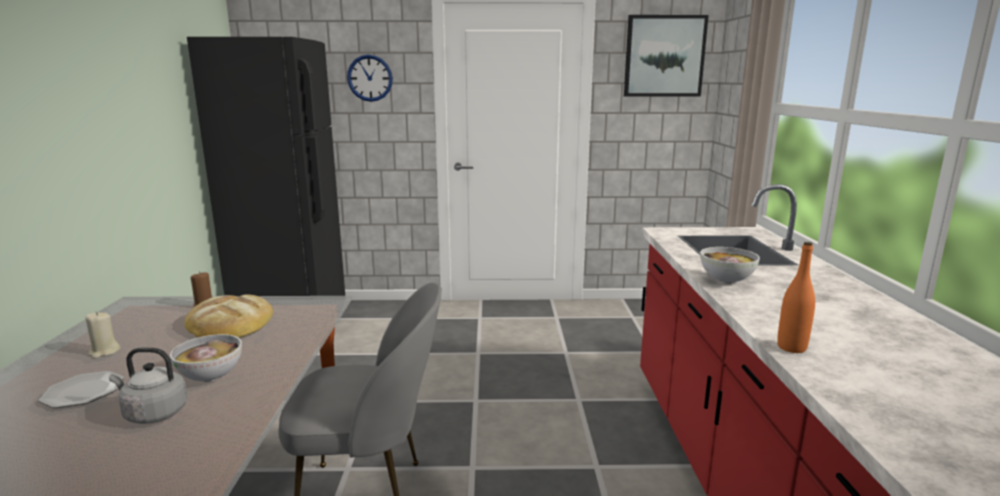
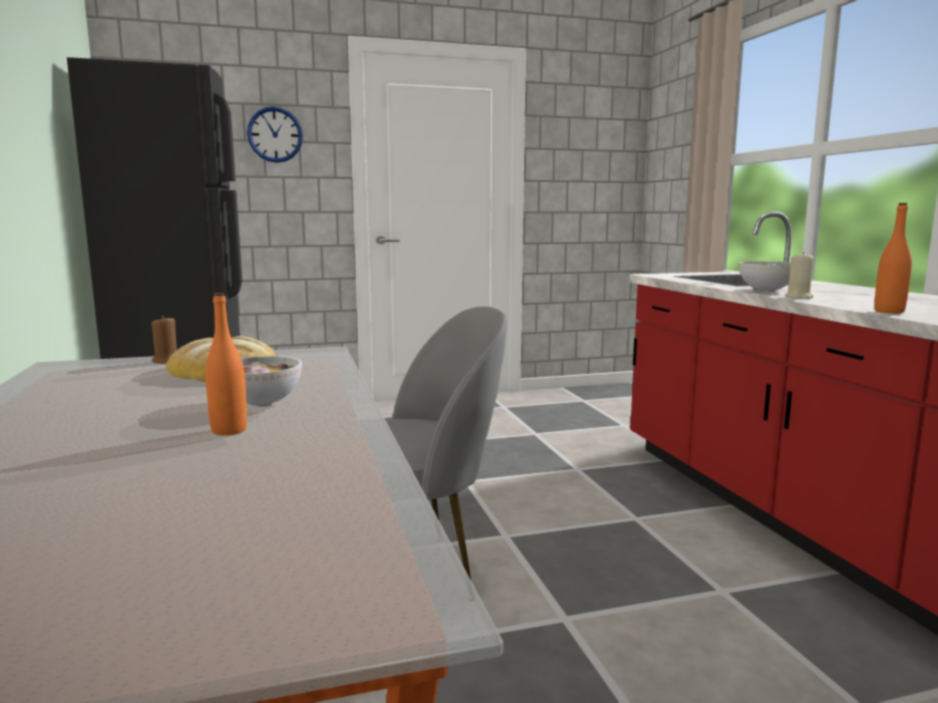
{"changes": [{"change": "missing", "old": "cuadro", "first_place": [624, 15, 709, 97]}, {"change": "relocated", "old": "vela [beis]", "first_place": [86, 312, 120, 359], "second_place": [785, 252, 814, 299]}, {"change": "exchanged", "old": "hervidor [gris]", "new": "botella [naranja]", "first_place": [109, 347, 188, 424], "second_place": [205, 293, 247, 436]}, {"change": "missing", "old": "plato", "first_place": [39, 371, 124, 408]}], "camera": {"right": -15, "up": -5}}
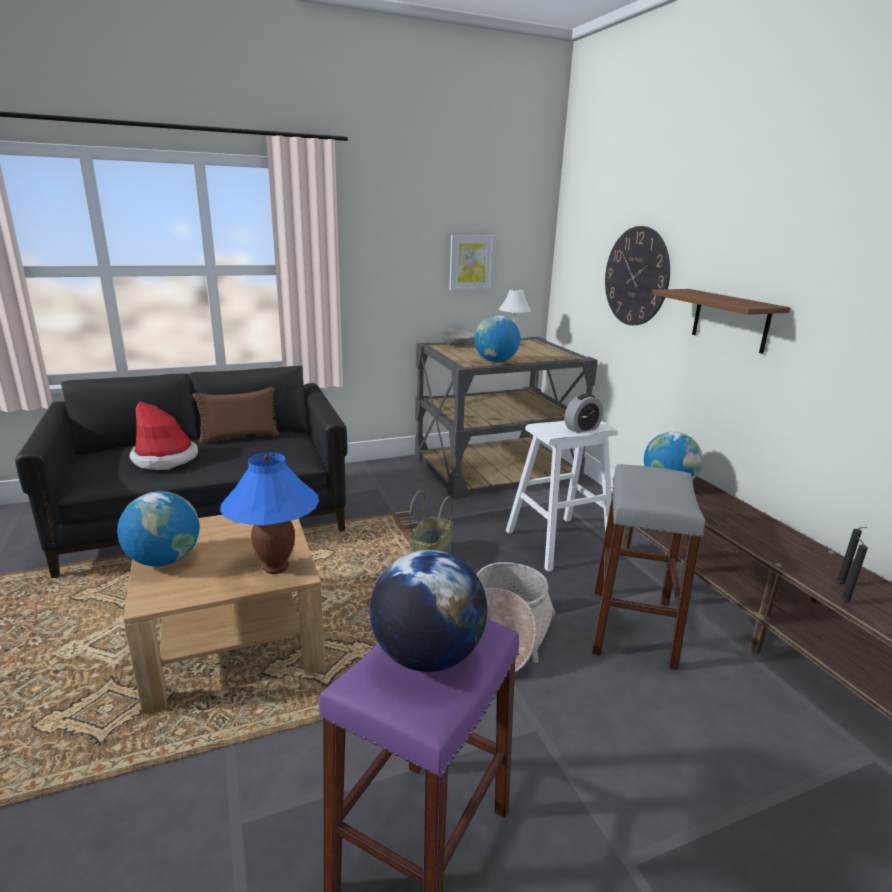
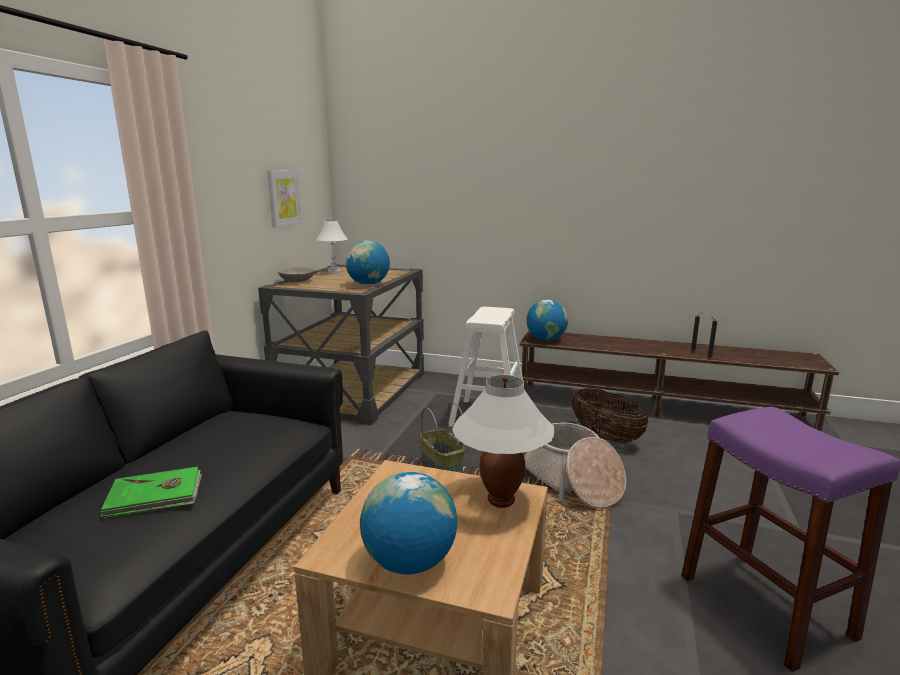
{"changes": [{"change": "missing", "old": "reloj de pared", "first_place": [605, 226, 670, 325]}, {"change": "missing", "old": "estante [marrón]", "first_place": [651, 289, 790, 354]}, {"change": "missing", "old": "cojín [marrón]", "first_place": [192, 387, 279, 445]}, {"change": "missing", "old": "despertador", "first_place": [565, 393, 603, 433]}, {"change": "exchanged", "old": "sombrero", "new": "libro [verde]", "first_place": [130, 401, 198, 470], "second_place": [100, 467, 202, 519]}, {"change": "colour", "old": "lámpara de mesa [azul]", "new": "lámpara de mesa [blanco]", "first_place": [220, 453, 319, 574], "second_place": [452, 375, 554, 508]}, {"change": "exchanged", "old": "taburete [gris]", "new": "cesta", "first_place": [592, 464, 705, 670], "second_place": [571, 388, 648, 443]}, {"change": "missing", "old": "globo terráqueo", "first_place": [370, 550, 487, 672]}], "camera": {"right": -50, "up": -5}}
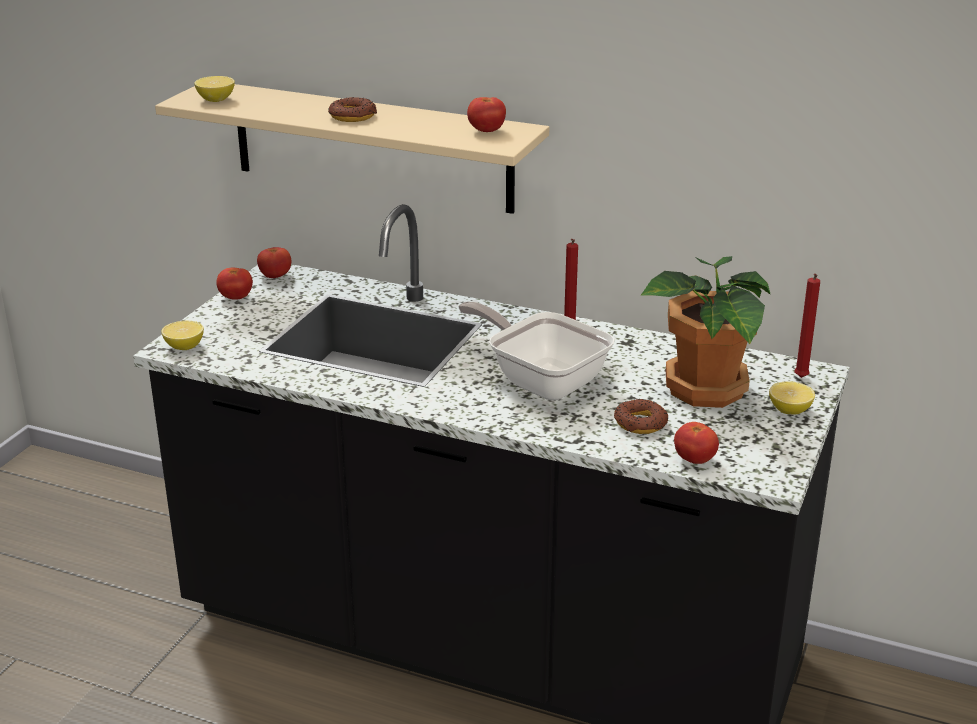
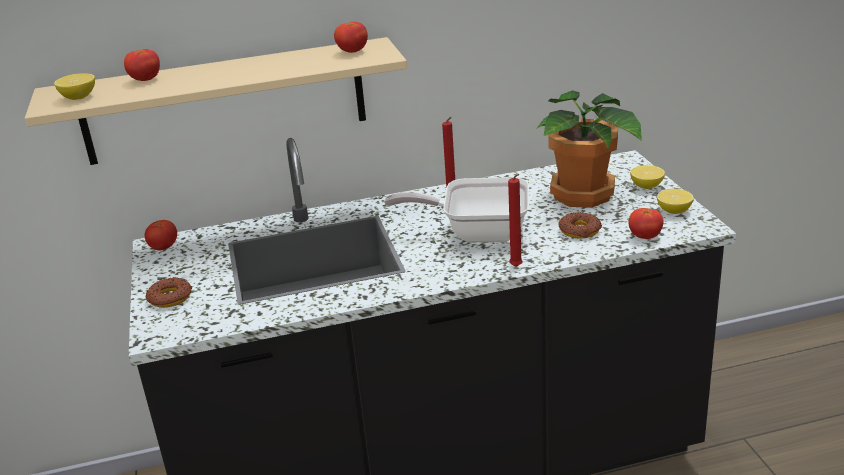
{"changes": [{"change": "relocated", "old": "rosquilla", "first_place": [328, 97, 377, 122], "second_place": [146, 277, 192, 308]}, {"change": "relocated", "old": "tomate", "first_place": [216, 268, 253, 300], "second_place": [124, 49, 160, 81]}, {"change": "relocated", "old": "vela [rojo]", "first_place": [794, 274, 820, 378], "second_place": [508, 174, 523, 267]}, {"change": "relocated", "old": "limón", "first_place": [162, 321, 204, 350], "second_place": [657, 189, 694, 214]}], "camera": {"right": -35, "up": 0}}
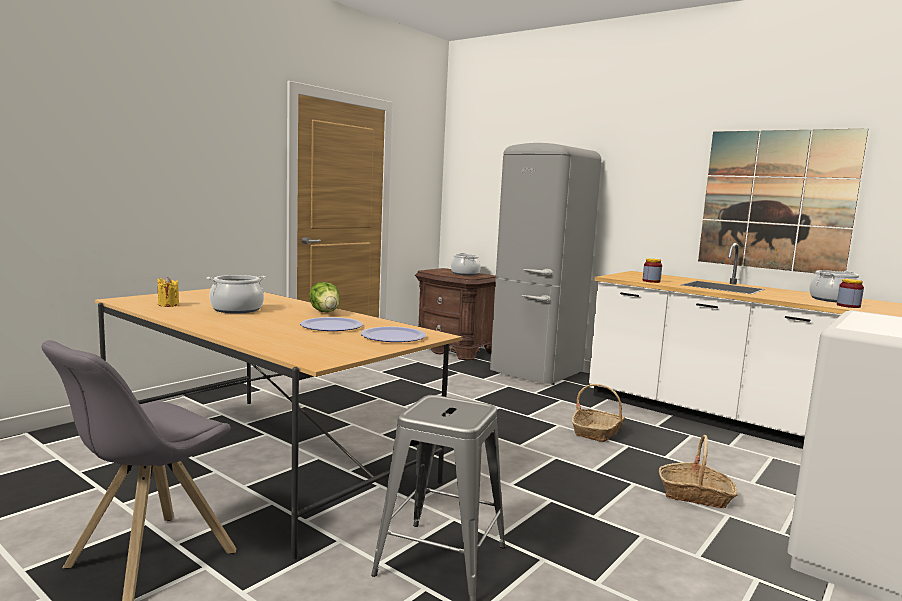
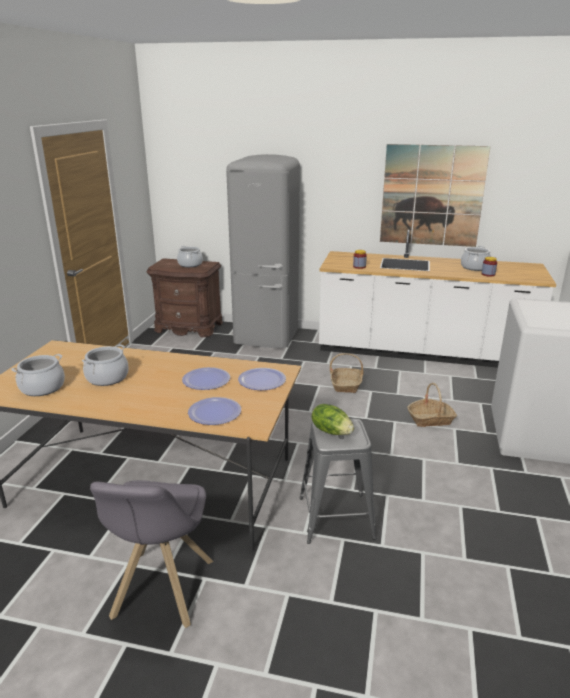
{"changes": [{"change": "exchanged", "old": "vela [amarillo]", "new": "olla", "first_place": [157, 277, 179, 307], "second_place": [11, 354, 65, 396]}, {"change": "relocated", "old": "lechuga", "first_place": [309, 282, 340, 312], "second_place": [312, 404, 354, 435]}, {"change": "appeared", "new": "plato", "second_place": [188, 397, 241, 425]}], "camera": {"right": -25, "up": 15}}
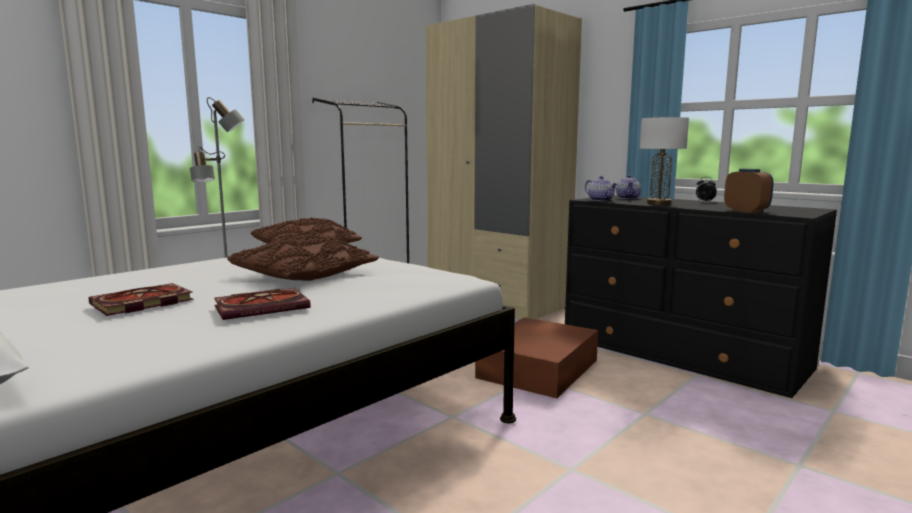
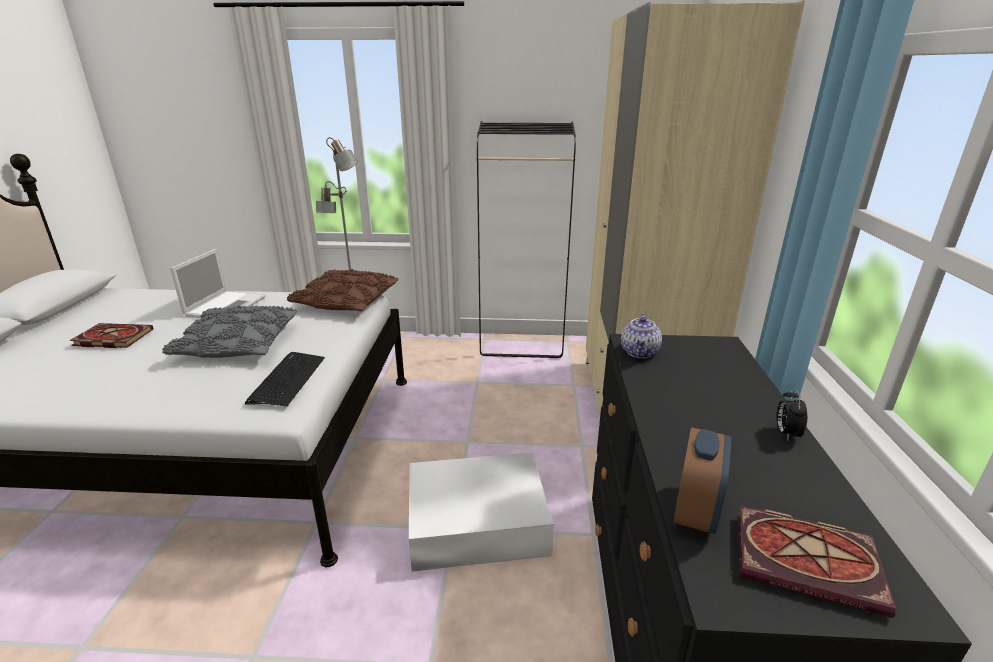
{"changes": [{"change": "missing", "old": "lámpara de mesa", "first_place": [640, 117, 689, 205]}, {"change": "missing", "old": "tetera", "first_place": [616, 175, 641, 199]}, {"change": "colour", "old": "cojín [marrón]", "new": "cojín [gris]", "first_place": [227, 235, 379, 281], "second_place": [162, 305, 297, 358]}, {"change": "relocated", "old": "libro", "first_place": [214, 288, 311, 320], "second_place": [738, 505, 896, 618]}, {"change": "colour", "old": "caja de almacenaje [marrón]", "new": "caja de almacenaje [blanco]", "first_place": [475, 317, 598, 398], "second_place": [409, 452, 554, 572]}, {"change": "appeared", "new": "portátil", "second_place": [170, 249, 266, 318]}, {"change": "appeared", "new": "teclado", "second_place": [245, 352, 325, 407]}], "camera": {"right": 50, "up": 15}}
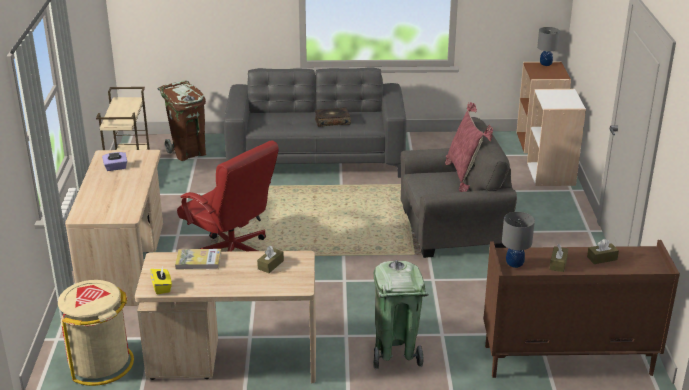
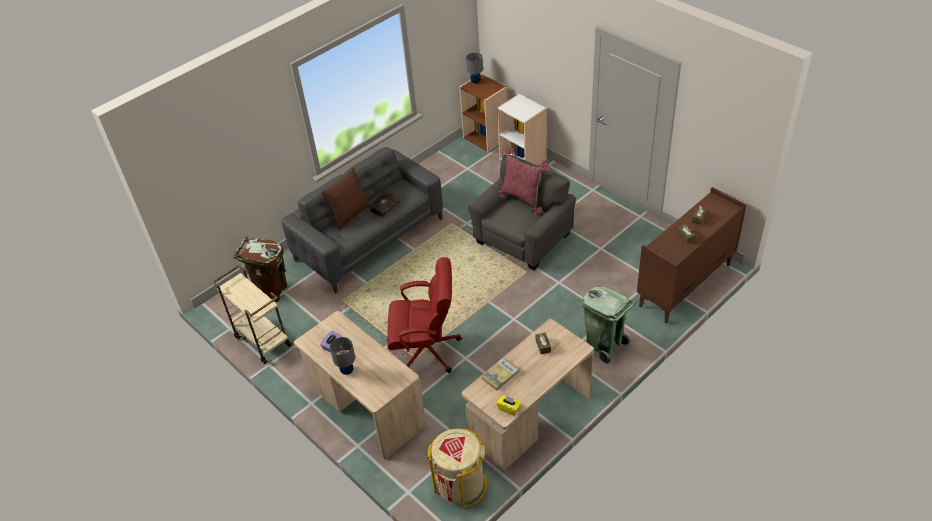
{"changes": [{"change": "relocated", "old": "lámpara de mesa [gris]", "first_place": [502, 212, 535, 268], "second_place": [330, 337, 355, 375]}, {"change": "appeared", "new": "cojín [marrón]", "second_place": [321, 167, 370, 230]}], "camera": {"right": -40, "up": 15}}
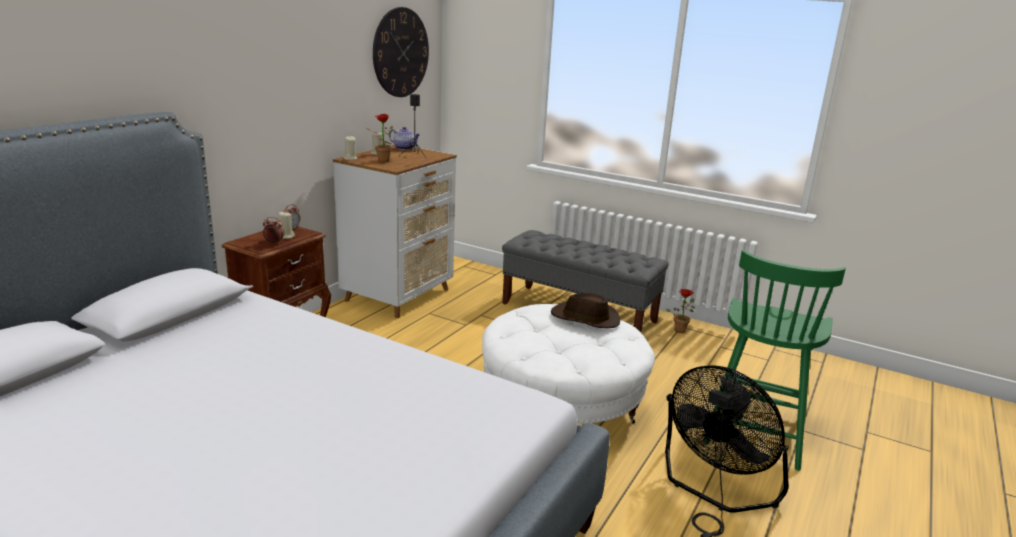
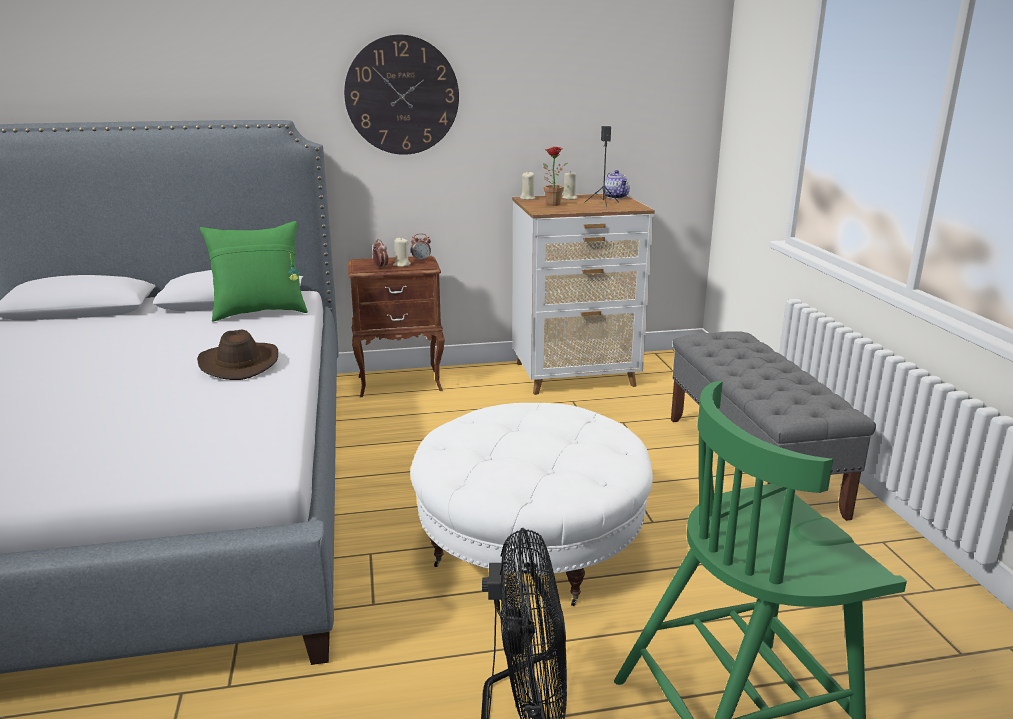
{"changes": [{"change": "relocated", "old": "reloj de pared", "first_place": [373, 7, 429, 97], "second_place": [344, 35, 459, 155]}, {"change": "missing", "old": "planta en maceta", "first_place": [666, 289, 695, 333]}, {"change": "relocated", "old": "sombrero [marrón]", "first_place": [551, 293, 620, 328], "second_place": [197, 329, 278, 380]}, {"change": "appeared", "new": "cojín [verde]", "second_place": [200, 221, 308, 321]}], "camera": {"right": 50, "up": 0}}
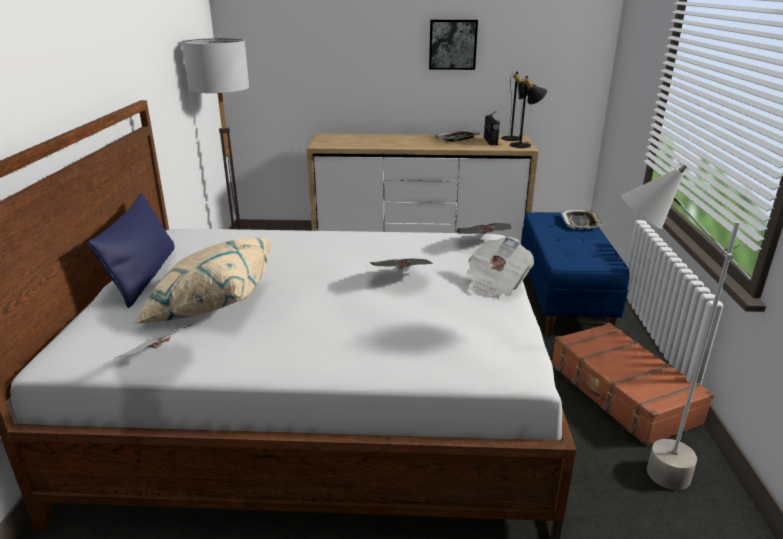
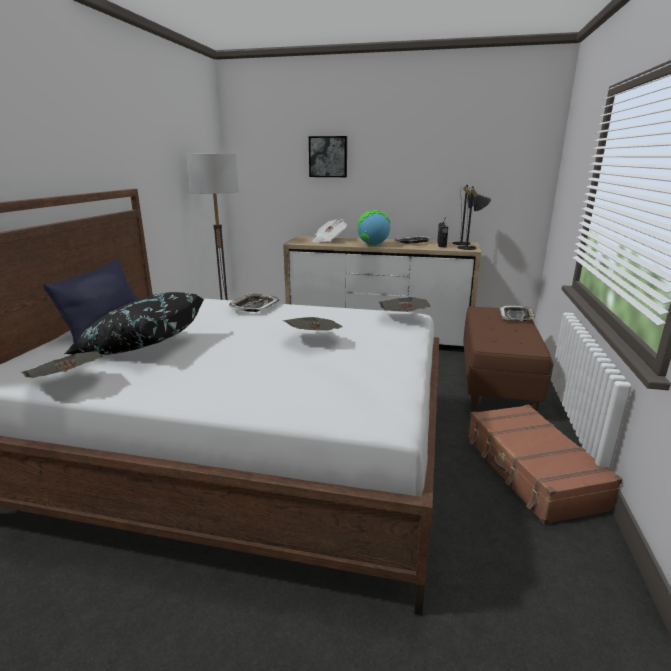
{"changes": [{"change": "relocated", "old": "cuadro", "first_place": [429, 20, 478, 70], "second_place": [309, 136, 347, 177]}, {"change": "missing", "old": "lámpara de pie [gris]", "first_place": [621, 165, 751, 490]}, {"change": "colour", "old": "banco [azul]", "new": "banco [marrón]", "first_place": [521, 212, 630, 335], "second_place": [463, 306, 551, 412]}, {"change": "relocated", "old": "periódico", "first_place": [467, 237, 534, 296], "second_place": [312, 219, 347, 242]}, {"change": "colour", "old": "cojín [beis]", "new": "cojín [negro]", "first_place": [132, 238, 272, 324], "second_place": [65, 292, 204, 355]}, {"change": "appeared", "new": "globo terráqueo", "second_place": [357, 210, 390, 246]}, {"change": "appeared", "new": "bandeja", "second_place": [229, 294, 279, 312]}], "camera": {"right": 10, "up": -5}}
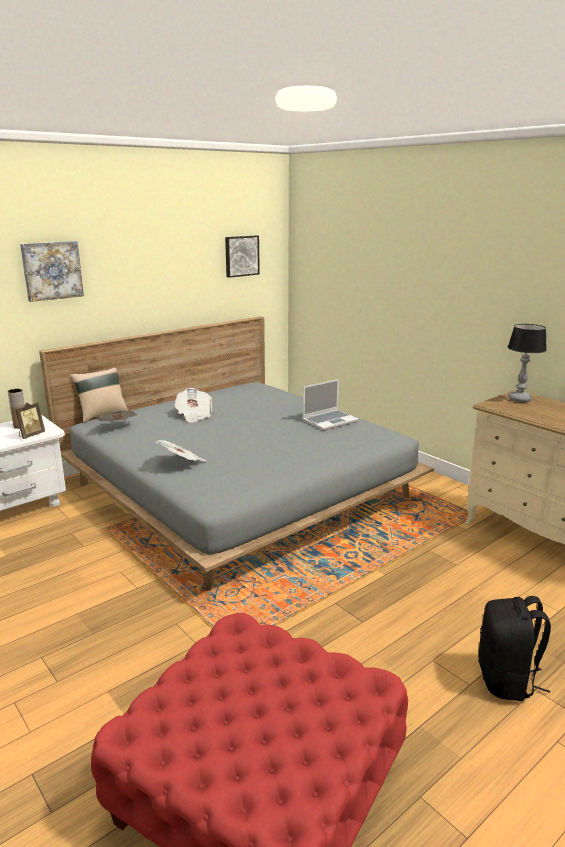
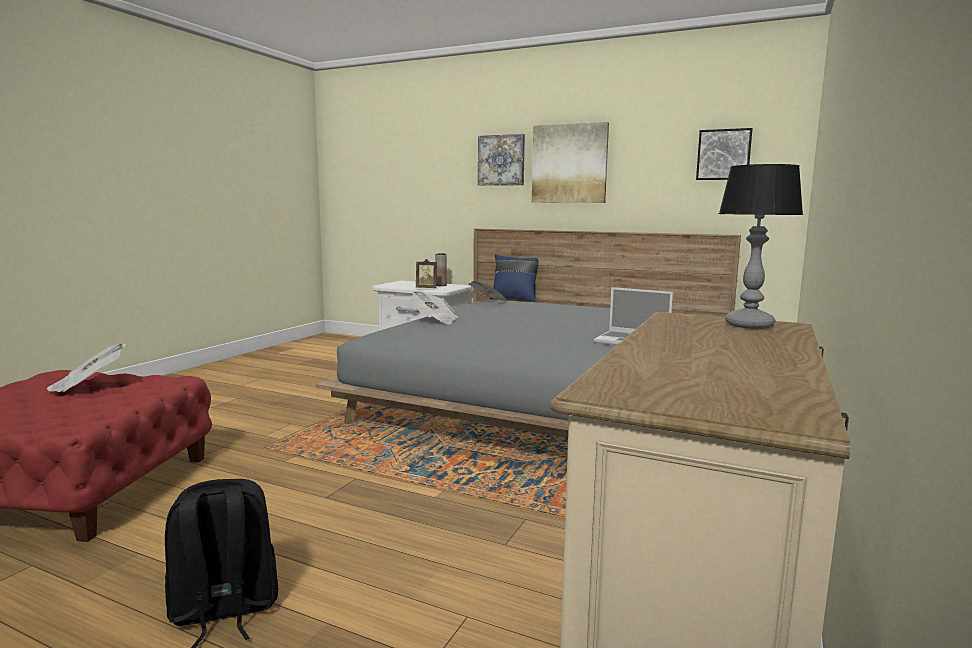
{"changes": [{"change": "colour", "old": "cojín [beis]", "new": "cojín [azul]", "first_place": [70, 368, 128, 423], "second_place": [489, 254, 538, 302]}, {"change": "relocated", "old": "periódico", "first_place": [174, 388, 212, 423], "second_place": [46, 343, 127, 392]}, {"change": "appeared", "new": "cuadro", "second_place": [532, 122, 609, 203]}], "camera": {"right": 65, "up": -10}}
